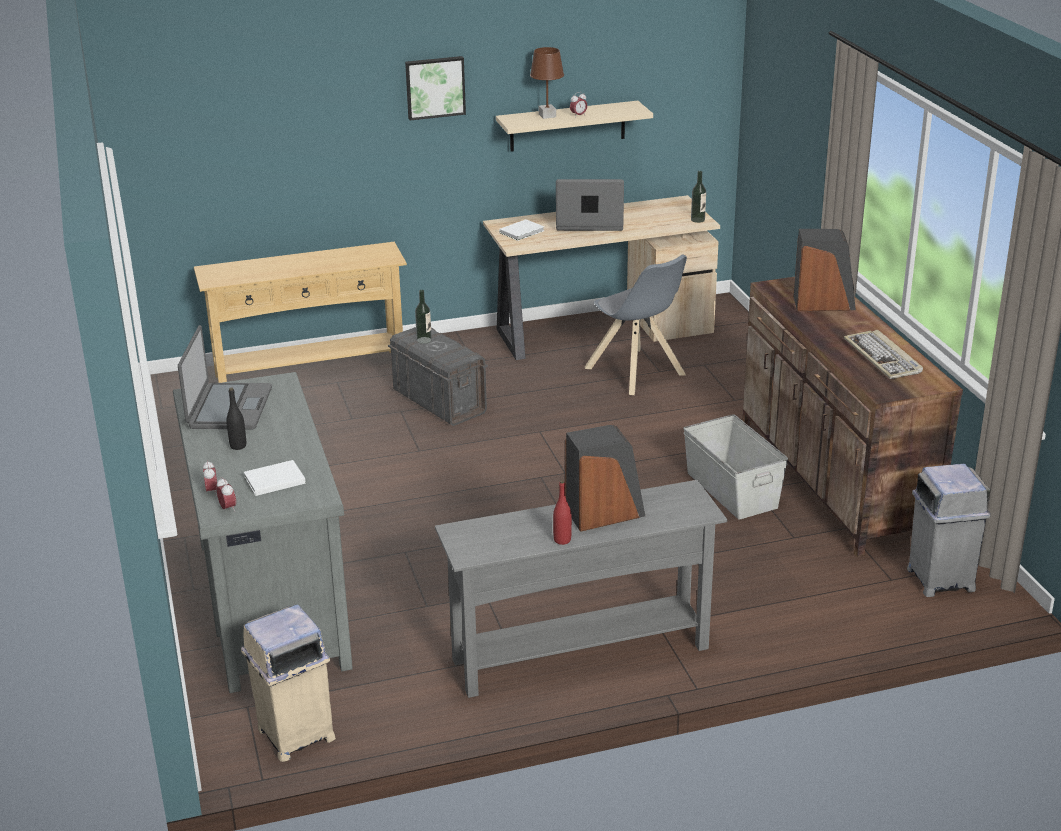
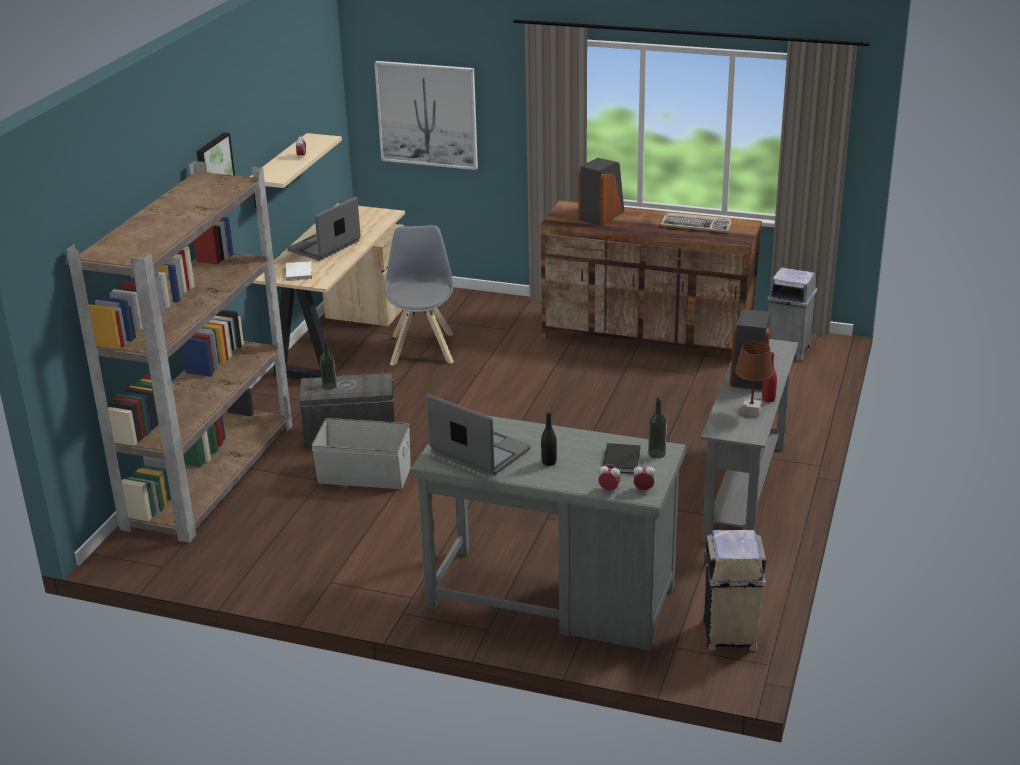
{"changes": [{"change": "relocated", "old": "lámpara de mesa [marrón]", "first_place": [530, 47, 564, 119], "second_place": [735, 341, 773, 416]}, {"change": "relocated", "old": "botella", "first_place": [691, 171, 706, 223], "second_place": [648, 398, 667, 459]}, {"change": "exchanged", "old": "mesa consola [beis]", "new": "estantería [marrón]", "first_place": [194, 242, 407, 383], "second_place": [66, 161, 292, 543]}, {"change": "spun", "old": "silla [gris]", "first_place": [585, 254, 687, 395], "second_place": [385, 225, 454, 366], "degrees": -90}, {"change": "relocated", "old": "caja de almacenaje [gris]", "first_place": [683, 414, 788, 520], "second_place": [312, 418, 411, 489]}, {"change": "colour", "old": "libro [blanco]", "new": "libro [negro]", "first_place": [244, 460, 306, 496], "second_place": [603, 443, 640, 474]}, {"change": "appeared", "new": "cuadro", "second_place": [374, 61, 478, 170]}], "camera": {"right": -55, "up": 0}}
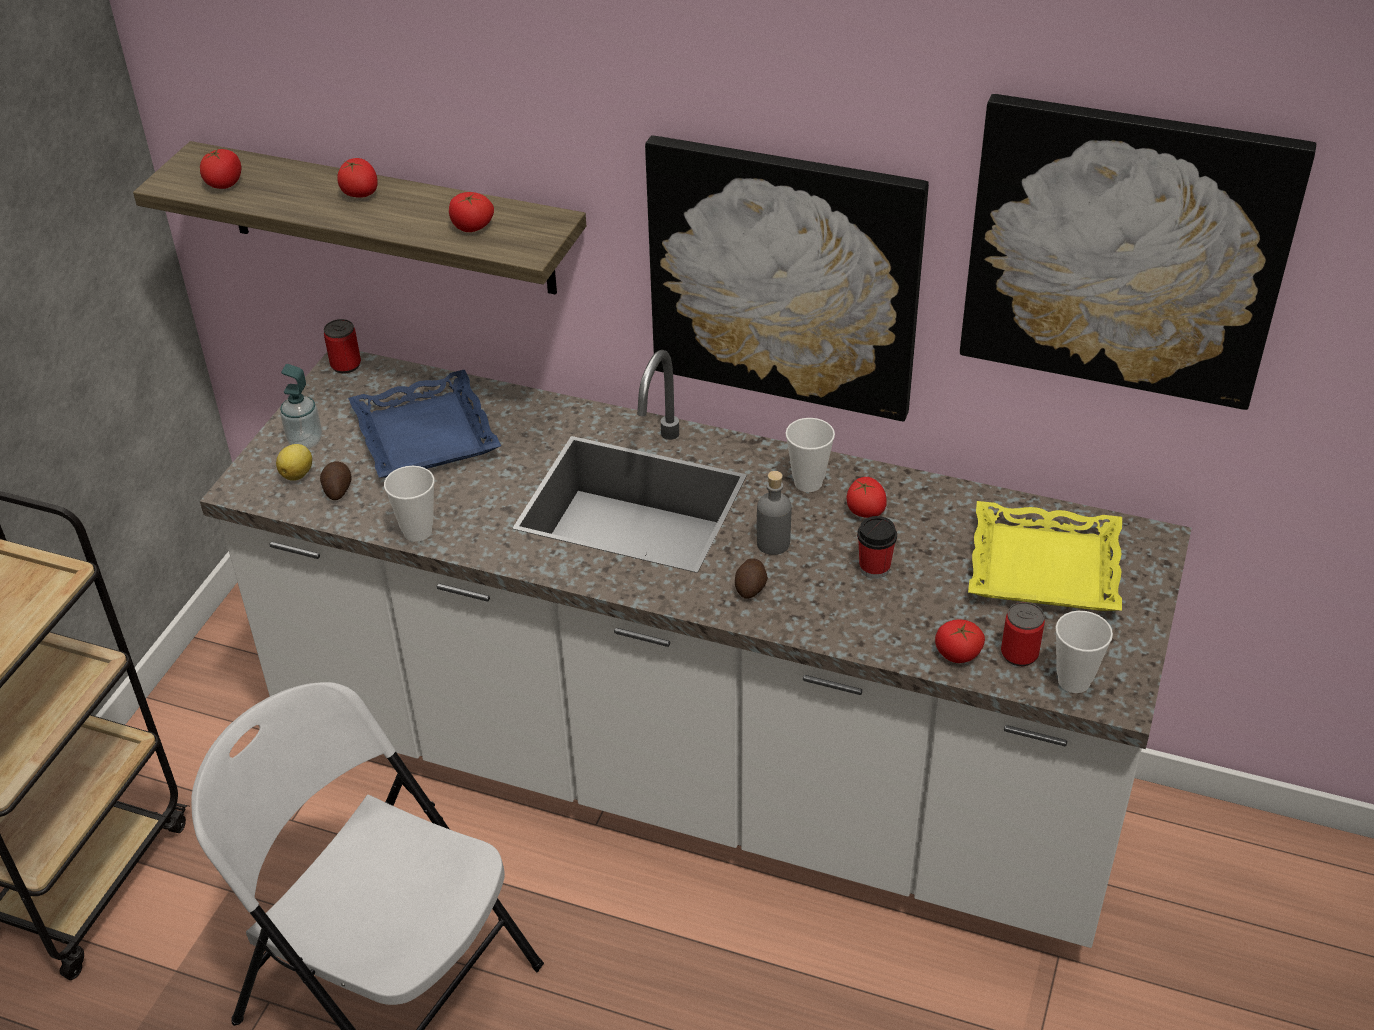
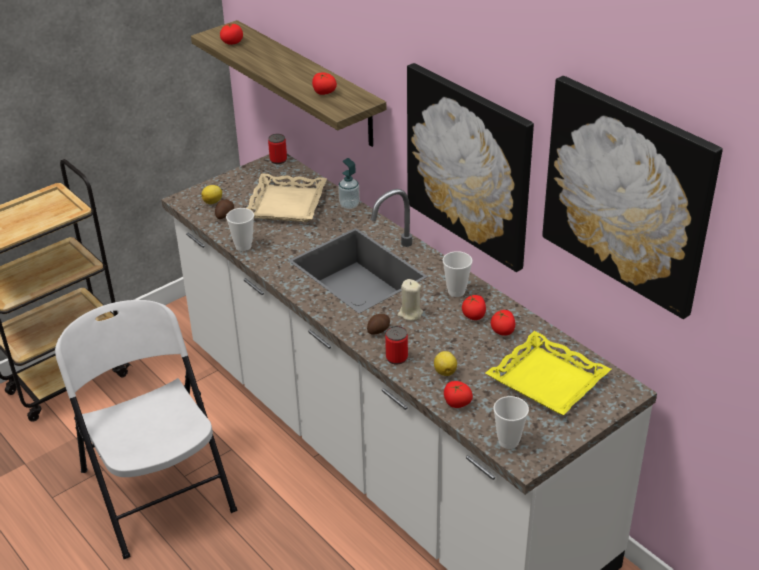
{"changes": [{"change": "relocated", "old": "tomate", "first_place": [337, 158, 378, 198], "second_place": [491, 310, 515, 336]}, {"change": "relocated", "old": "dispensador de jabón", "first_place": [280, 364, 322, 449], "second_place": [338, 158, 360, 209]}, {"change": "colour", "old": "bandeja [azul]", "new": "bandeja [beis]", "first_place": [348, 370, 501, 478], "second_place": [247, 174, 327, 222]}, {"change": "exchanged", "old": "botella [gris]", "new": "vela [beis]", "first_place": [756, 471, 791, 555], "second_place": [398, 279, 423, 321]}, {"change": "missing", "old": "taza", "first_place": [857, 516, 897, 579]}, {"change": "relocated", "old": "lata", "first_place": [1001, 602, 1045, 666], "second_place": [385, 326, 408, 365]}, {"change": "appeared", "new": "limón", "second_place": [434, 351, 457, 376]}], "camera": {"right": 30, "up": -5}}
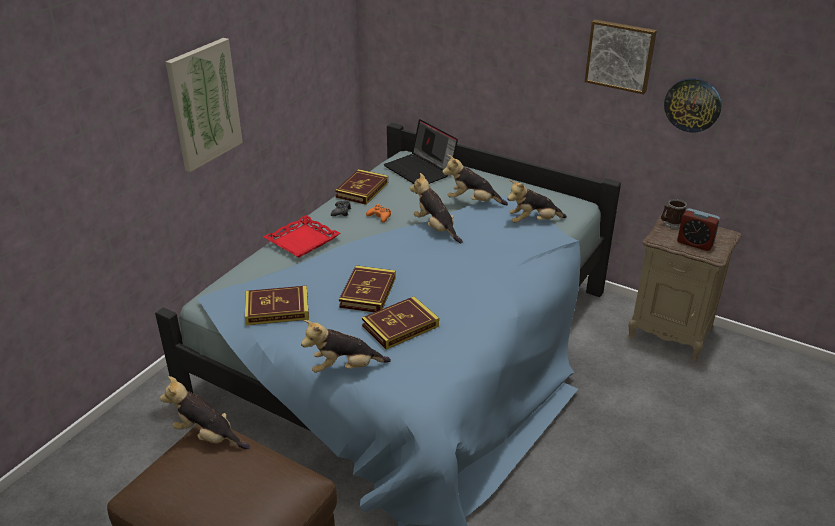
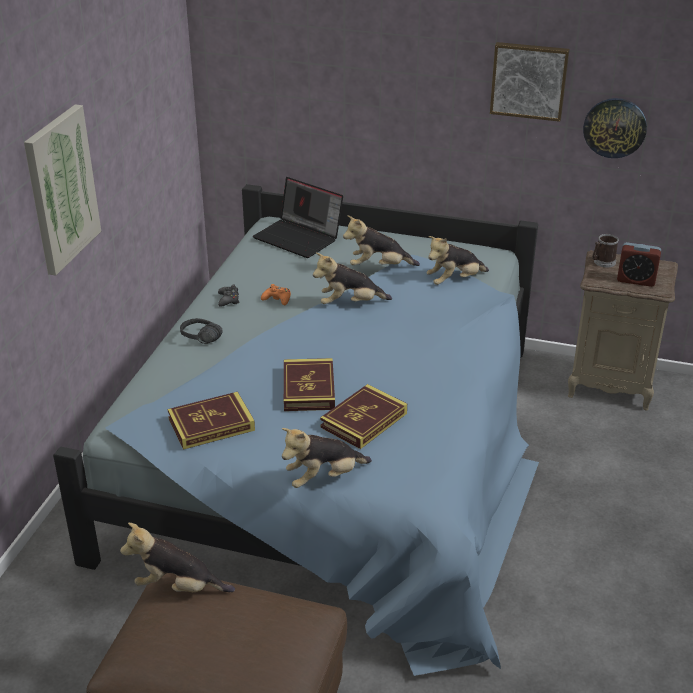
{"changes": [{"change": "missing", "old": "libro", "first_place": [335, 169, 388, 205]}, {"change": "spun", "old": "peluche", "first_place": [410, 173, 463, 243], "second_place": [313, 253, 392, 304], "degrees": -45}, {"change": "exchanged", "old": "bandeja [rojo]", "new": "auriculares [negro]", "first_place": [263, 215, 340, 257], "second_place": [180, 318, 223, 344]}], "camera": {"right": -15, "up": 0}}
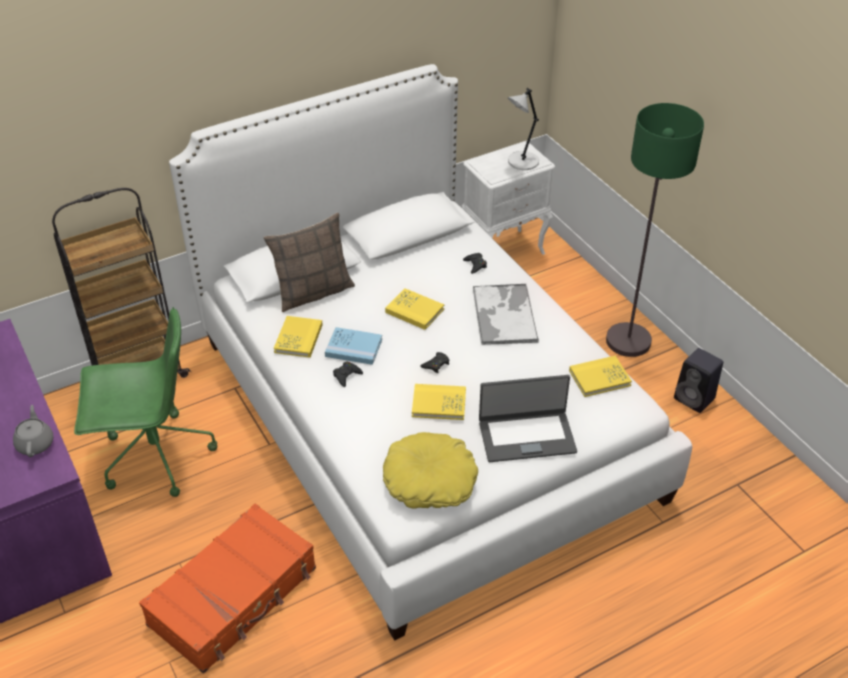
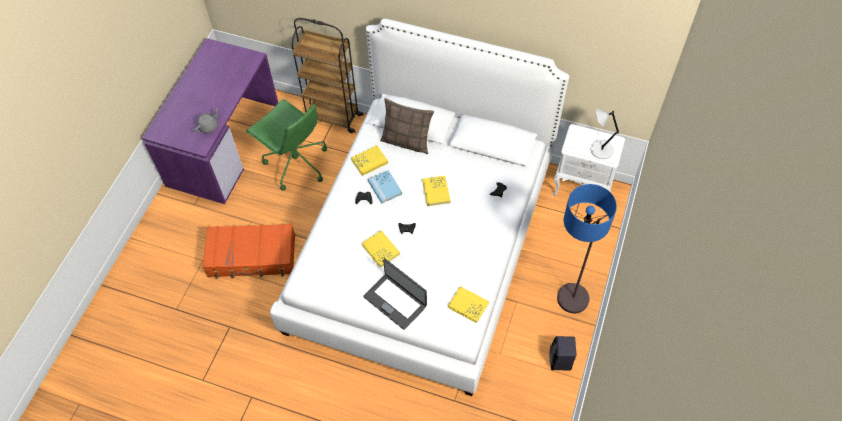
{"changes": [{"change": "colour", "old": "lámpara de pie [verde]", "new": "lámpara de pie [azul]", "first_place": [606, 103, 704, 357], "second_place": [557, 184, 617, 313]}, {"change": "missing", "old": "bandeja", "first_place": [473, 283, 539, 345]}, {"change": "missing", "old": "cojín [amarillo]", "first_place": [383, 432, 478, 509]}], "camera": {"right": 50, "up": 15}}
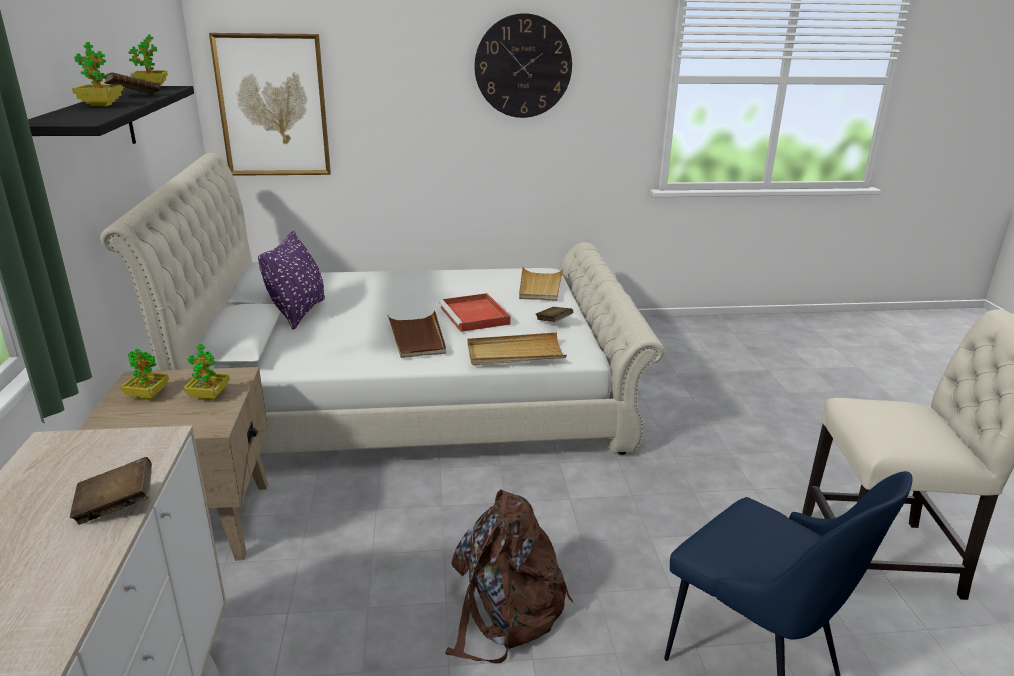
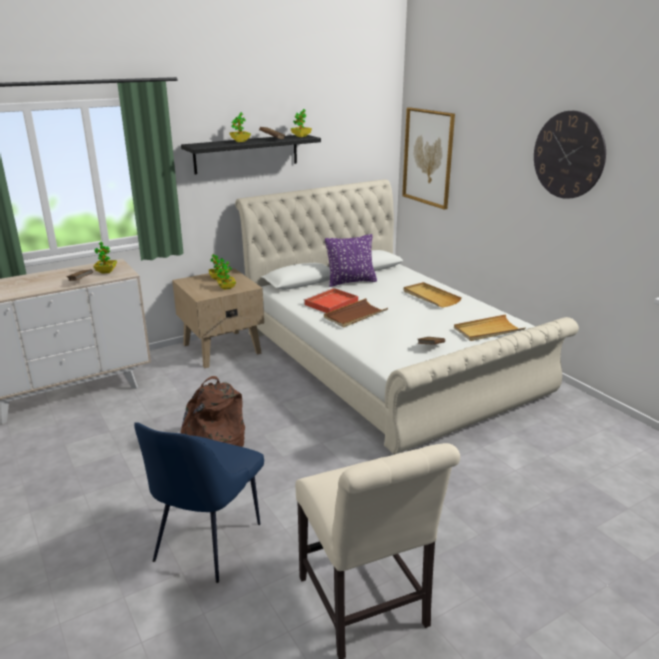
{"changes": [{"change": "relocated", "old": "bandeja [rojo]", "first_place": [439, 293, 511, 332], "second_place": [304, 288, 358, 313]}, {"change": "relocated", "old": "bandeja [beis]", "first_place": [467, 332, 567, 366], "second_place": [404, 282, 462, 307]}, {"change": "appeared", "new": "planta en maceta", "second_place": [94, 242, 117, 273]}], "camera": {"right": 65, "up": 0}}
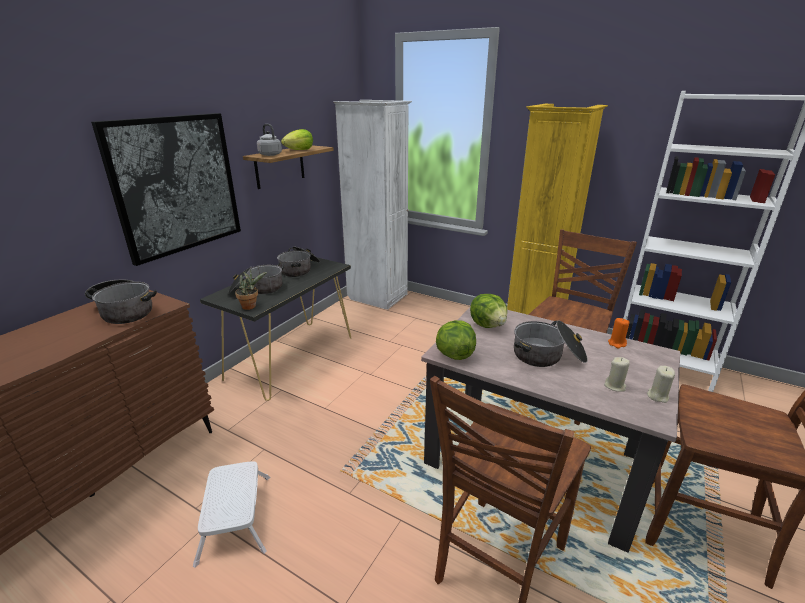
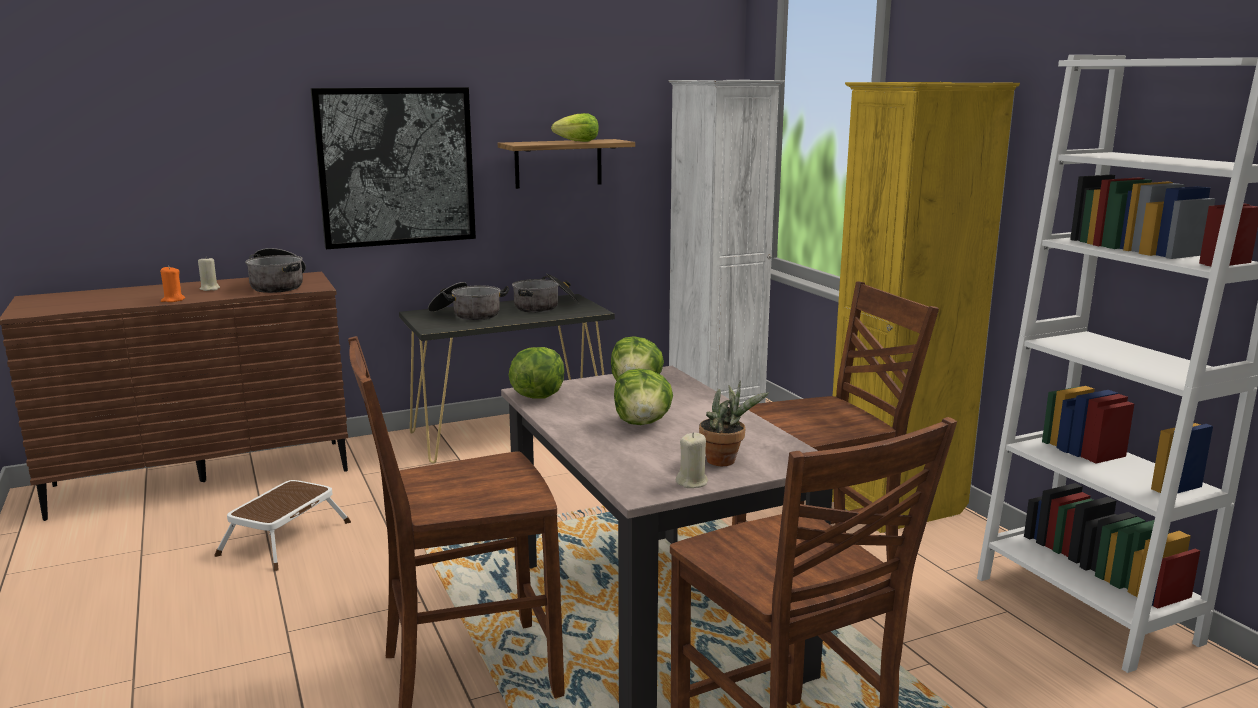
{"changes": [{"change": "missing", "old": "hervidor [gris]", "first_place": [257, 124, 282, 156]}, {"change": "relocated", "old": "planta en maceta", "first_place": [235, 269, 267, 310], "second_place": [699, 380, 769, 466]}, {"change": "relocated", "old": "vela [naranja]", "first_place": [608, 318, 630, 348], "second_place": [160, 266, 185, 302]}, {"change": "exchanged", "old": "olla", "new": "lechuga", "first_place": [514, 321, 588, 367], "second_place": [614, 369, 673, 425]}, {"change": "relocated", "old": "vela [beis]", "first_place": [604, 357, 630, 392], "second_place": [198, 258, 220, 291]}, {"change": "colour", "old": "escalera de tijera [blanco]", "new": "escalera de tijera [marrón]", "first_place": [193, 461, 270, 568], "second_place": [214, 480, 351, 571]}], "camera": {"right": 35, "up": -10}}
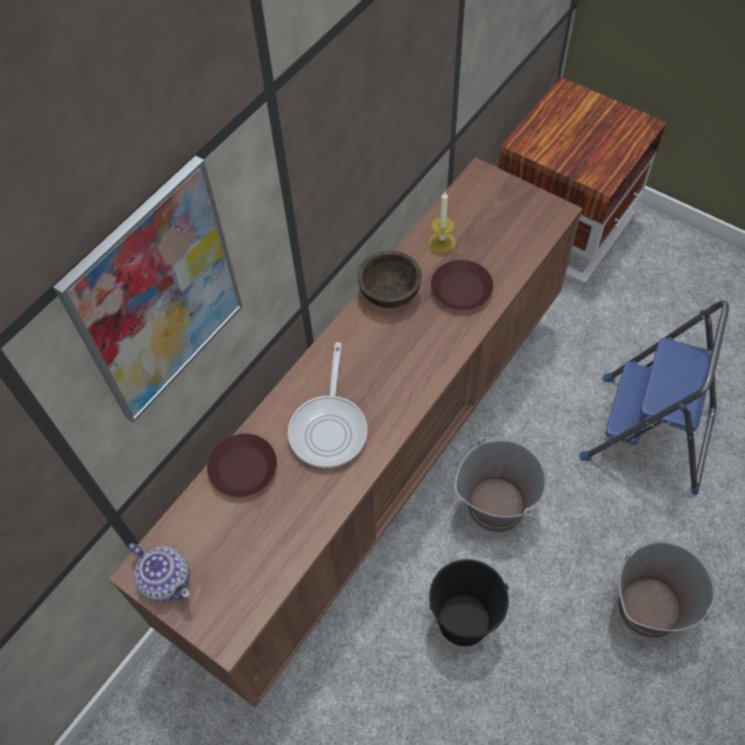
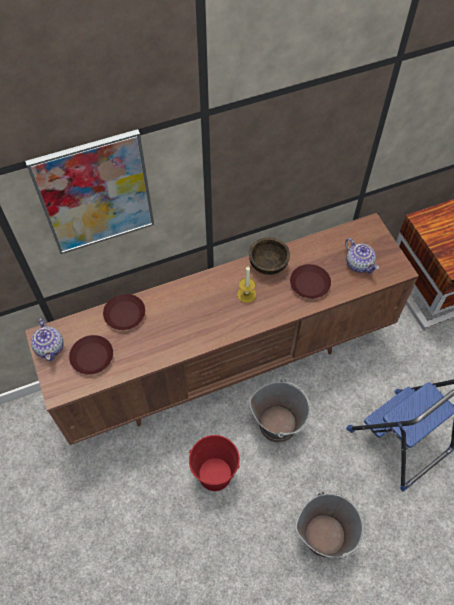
{"changes": [{"change": "relocated", "old": "vela", "first_place": [428, 192, 456, 254], "second_place": [237, 266, 256, 303]}, {"change": "missing", "old": "sartén", "first_place": [288, 342, 367, 468]}, {"change": "colour", "old": "cubo [negro]", "new": "cubo [rojo]", "first_place": [429, 559, 509, 646], "second_place": [189, 435, 240, 491]}, {"change": "appeared", "new": "tetera", "second_place": [345, 238, 379, 274]}, {"change": "appeared", "new": "plato [marrón]", "second_place": [69, 335, 113, 375]}], "camera": {"right": 30, "up": 0}}
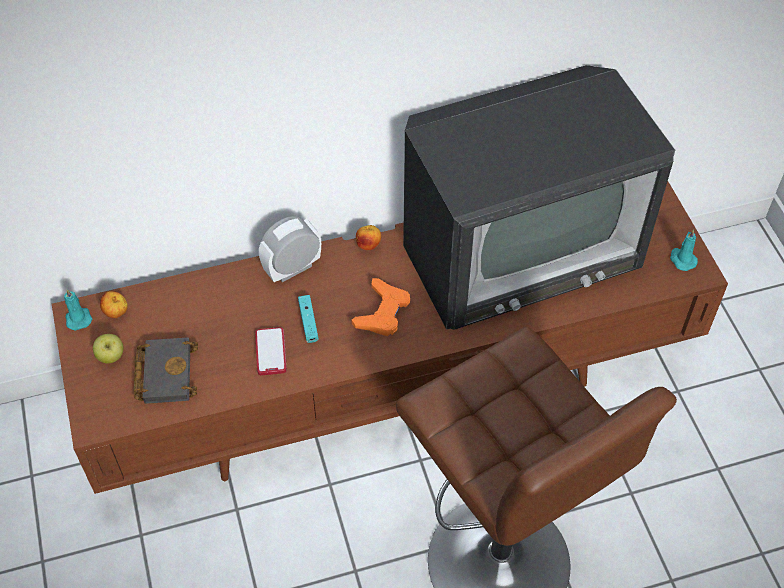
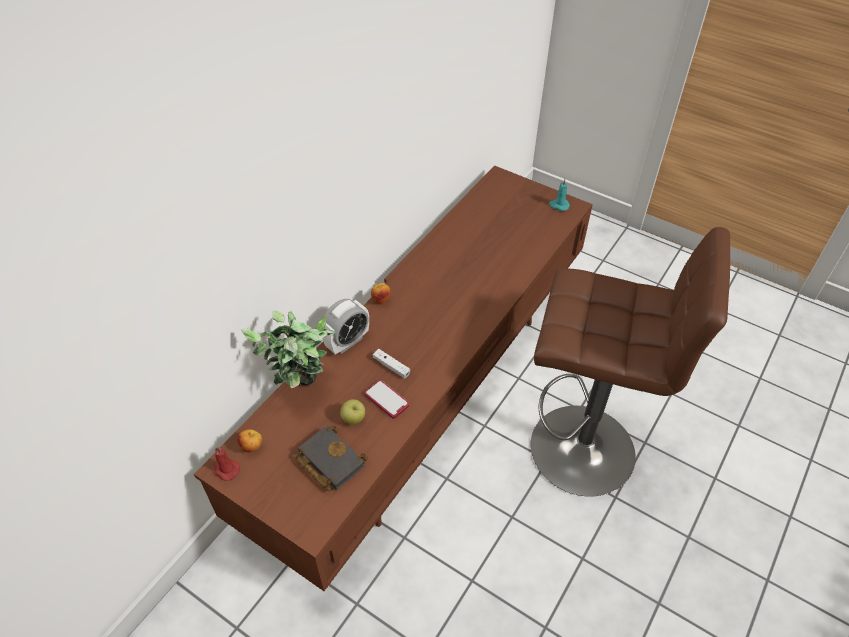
{"changes": [{"change": "missing", "old": "televisor", "first_place": [403, 65, 675, 330]}, {"change": "spun", "old": "despertador", "first_place": [259, 216, 321, 282], "second_place": [322, 299, 369, 354], "degrees": -150}, {"change": "missing", "old": "mando de consola [naranja]", "first_place": [352, 278, 410, 336]}, {"change": "colour", "old": "vela [turquesa]", "new": "vela [rojo]", "first_place": [64, 289, 92, 330], "second_place": [214, 446, 240, 481]}, {"change": "colour", "old": "mando de consola [turquesa]", "new": "mando de consola [blanco]", "first_place": [298, 295, 318, 343], "second_place": [373, 349, 410, 378]}, {"change": "relocated", "old": "manzana", "first_place": [93, 334, 123, 363], "second_place": [340, 399, 365, 425]}, {"change": "appeared", "new": "planta en maceta", "second_place": [241, 310, 336, 388]}], "camera": {"right": -40, "up": -5}}
